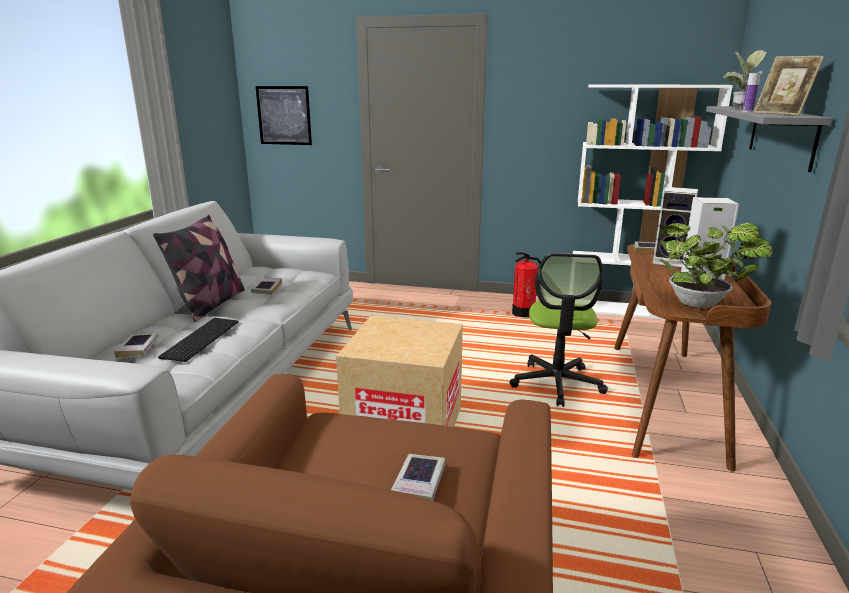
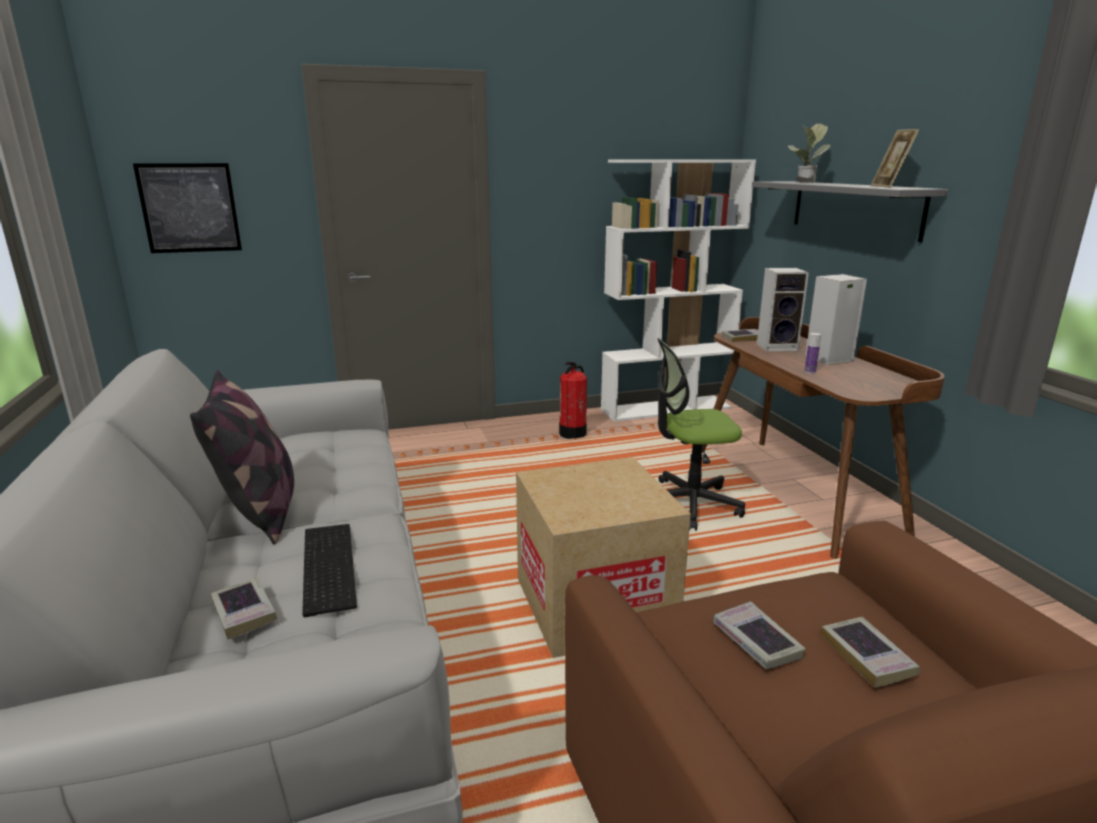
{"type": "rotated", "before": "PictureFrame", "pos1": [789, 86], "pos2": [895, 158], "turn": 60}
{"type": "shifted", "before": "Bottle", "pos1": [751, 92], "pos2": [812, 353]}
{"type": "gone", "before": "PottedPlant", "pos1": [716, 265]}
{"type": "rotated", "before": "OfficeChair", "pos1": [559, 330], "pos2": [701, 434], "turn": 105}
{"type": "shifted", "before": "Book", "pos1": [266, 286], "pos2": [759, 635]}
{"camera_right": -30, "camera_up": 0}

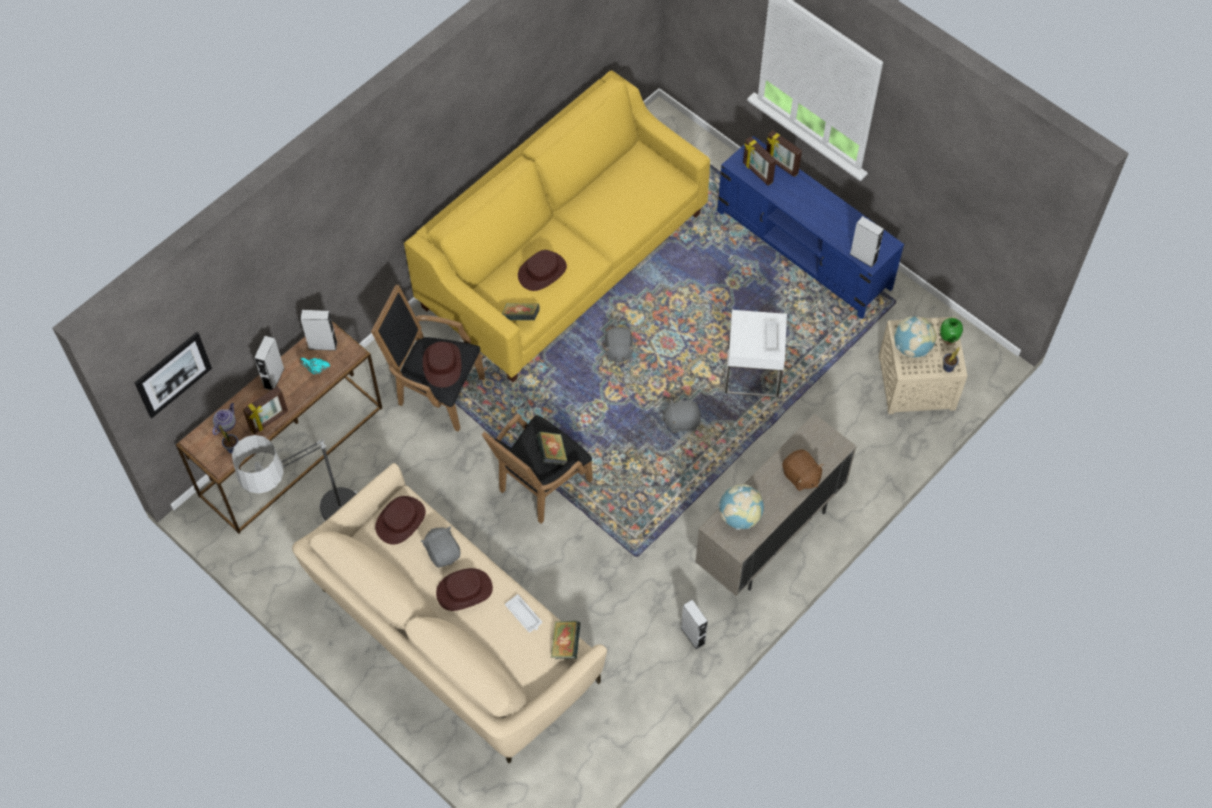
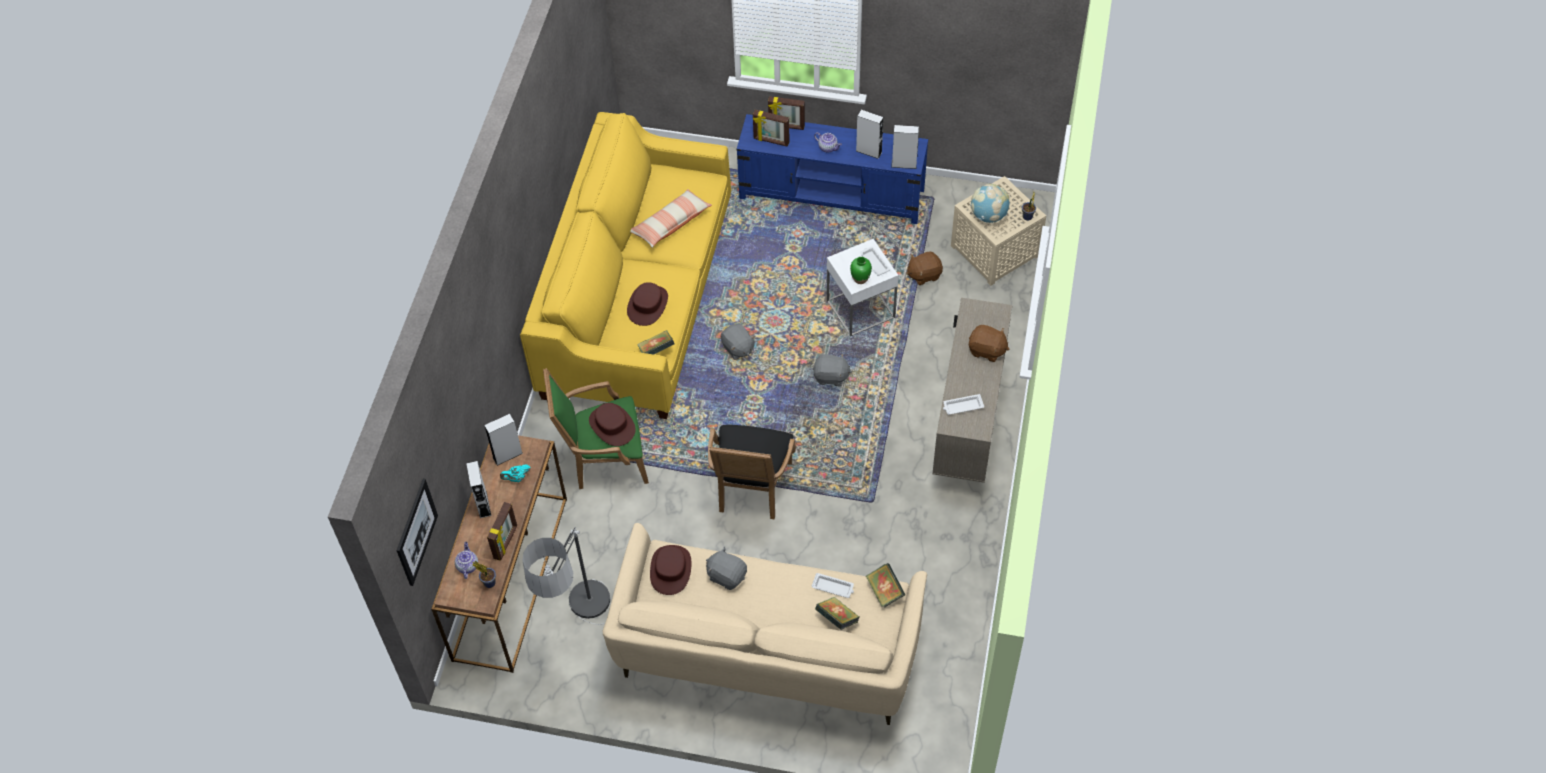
{"type": "repainted", "before": "BlackArmchair", "after": "GreenArmchair", "pos1": [428, 358], "pos2": [596, 428]}
{"type": "shifted", "before": "GreenVase", "pos1": [951, 331], "pos2": [861, 270]}
{"type": "rotated", "before": "GreyPlushToy", "pos1": [681, 416], "pos2": [832, 370], "turn": -135}
{"type": "shifted", "before": "Book", "pos1": [551, 448], "pos2": [837, 613]}
{"type": "swapped", "before": "Globe", "after": "WhiteTray", "pos1": [741, 507], "pos2": [963, 404]}
{"type": "gone", "before": "BrownHat", "pos1": [464, 589]}
{"type": "shifted", "before": "GreySpeaker", "pos1": [694, 624], "pos2": [869, 134]}
{"type": "new", "after": "Teapot", "pos2": [828, 142]}
{"type": "new", "after": "Pillow", "pos2": [671, 218]}
{"type": "new", "after": "BrownPlushToy", "pos2": [924, 268]}
{"camera_right": -30, "camera_up": -5}

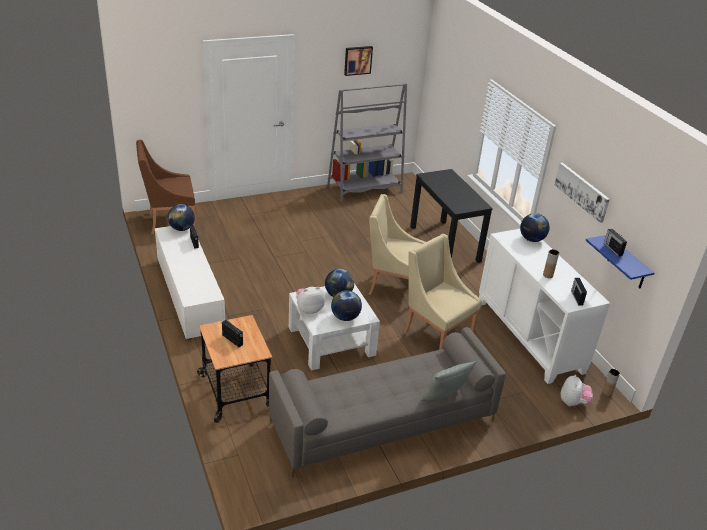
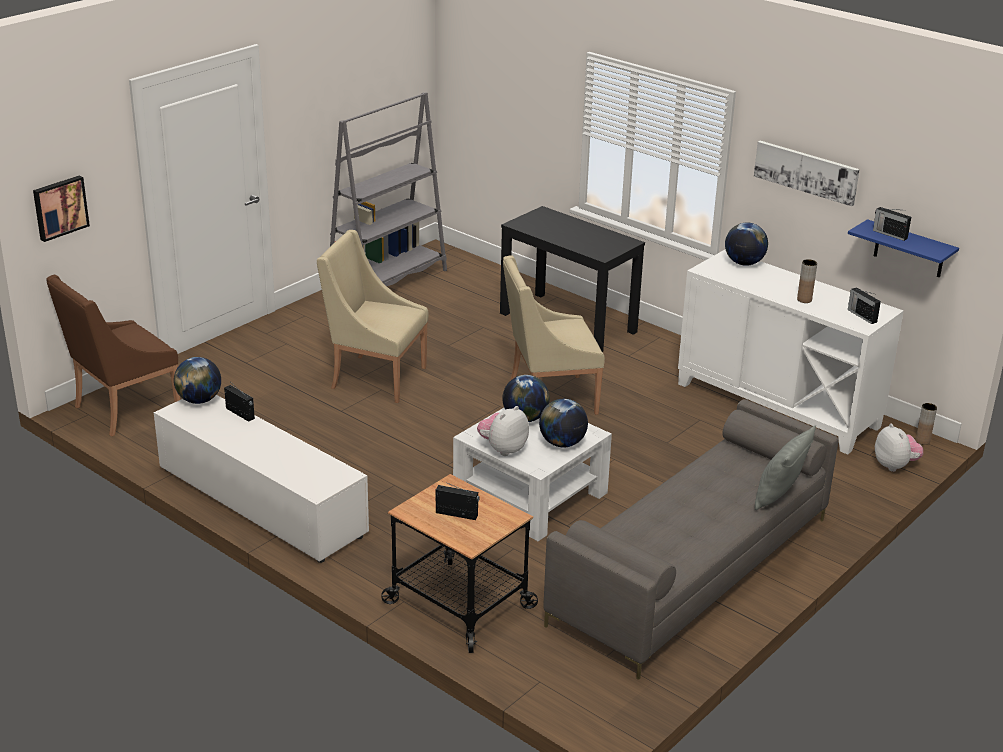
{"type": "shifted", "before": "Picture", "pos1": [358, 61], "pos2": [61, 209]}
{"type": "shifted", "before": "BeigeArmchair", "pos1": [442, 292], "pos2": [372, 316]}
{"camera_right": -25, "camera_up": -5}

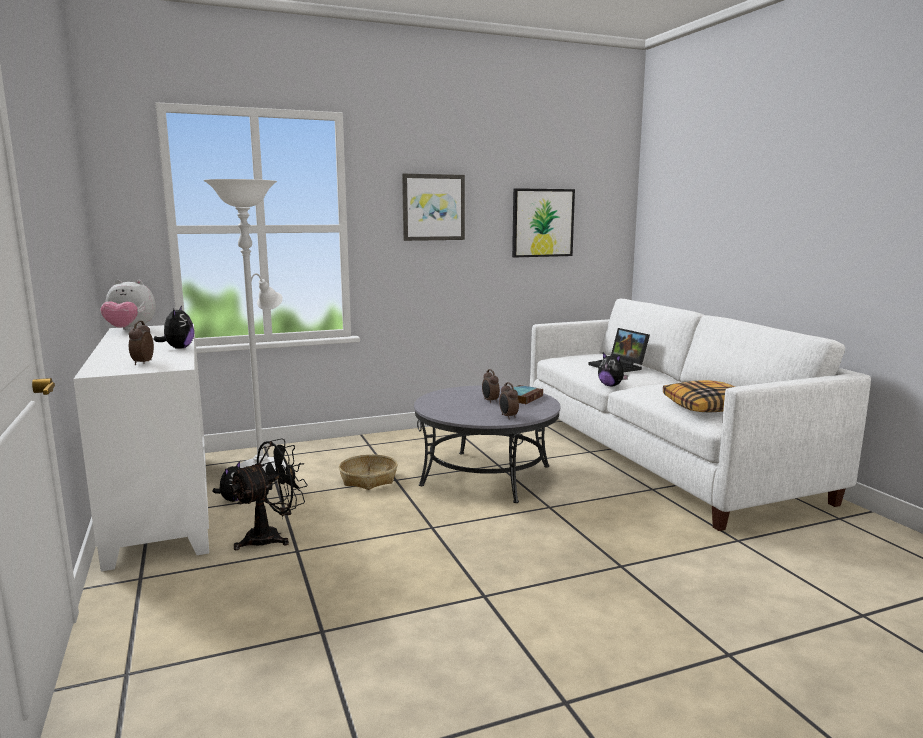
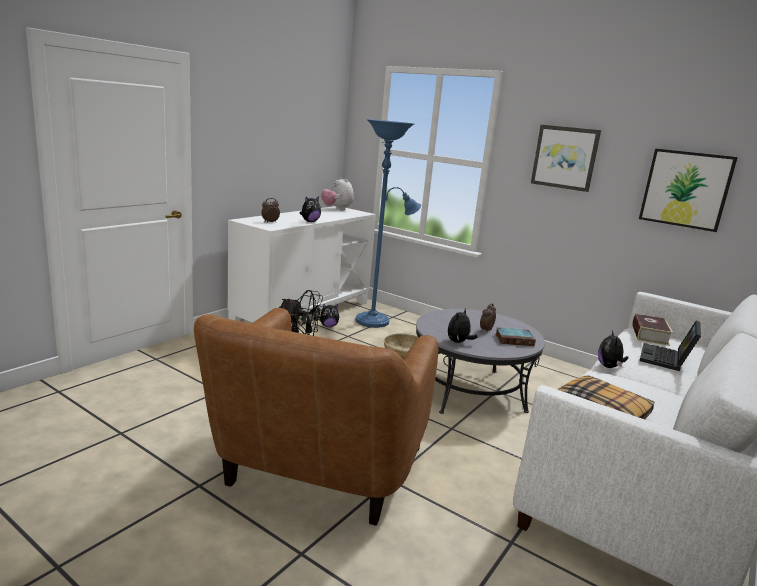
{"type": "repainted", "before": "WhiteFloorLamp", "after": "BlueFloorLamp", "pos1": [244, 325], "pos2": [388, 223]}
{"type": "swapped", "before": "AlarmClock", "after": "PlushToy", "pos1": [509, 400], "pos2": [463, 326]}
{"type": "new", "after": "BrownArmchair", "pos2": [316, 416]}
{"type": "new", "after": "Book", "pos2": [652, 329]}
{"camera_right": 55, "camera_up": 5}

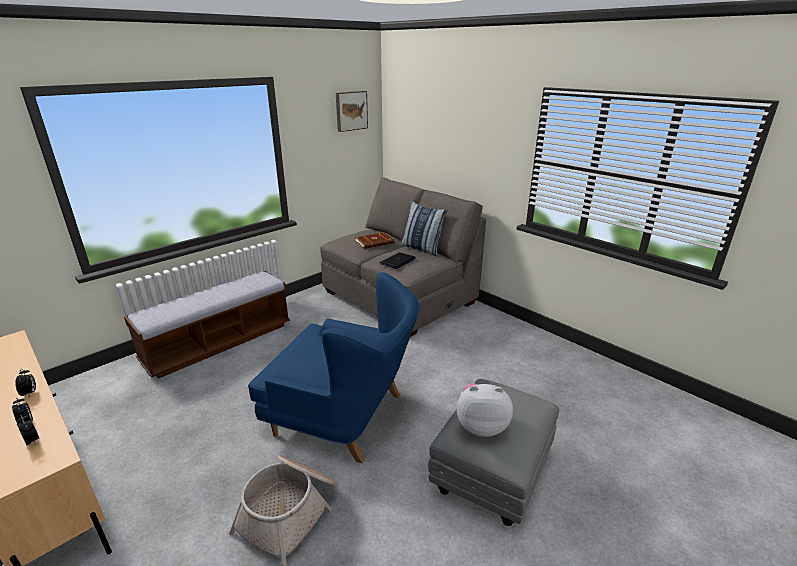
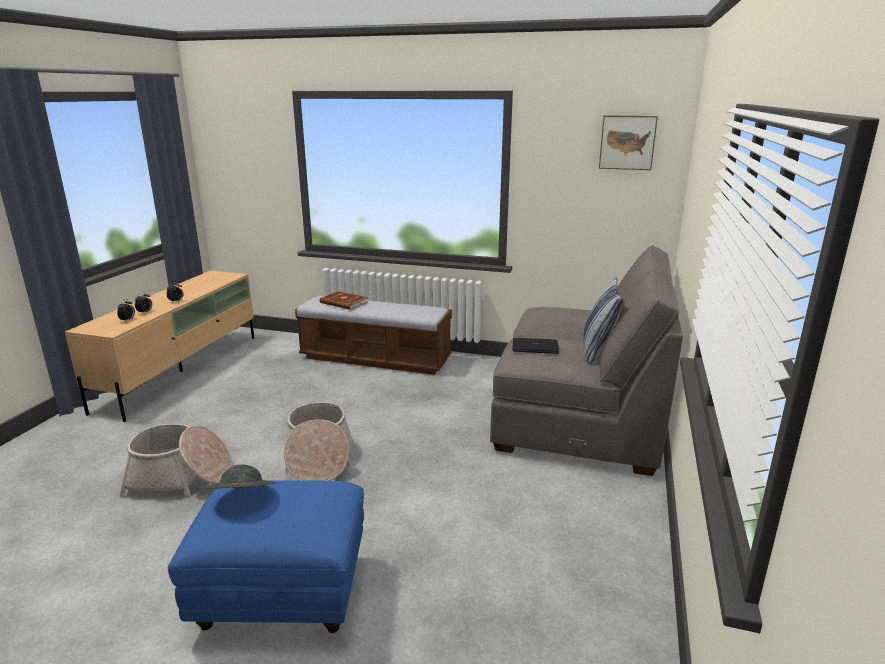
{"type": "shifted", "before": "BrownBook", "pos1": [374, 240], "pos2": [344, 300]}
{"type": "swapped", "before": "BlueArmchair", "after": "Basket", "pos1": [333, 368], "pos2": [318, 441]}
{"type": "repainted", "before": "GreyOttoman", "after": "BlueOttoman", "pos1": [493, 452], "pos2": [266, 556]}
{"type": "swapped", "before": "PlushToy", "after": "GreyHat", "pos1": [485, 410], "pos2": [240, 476]}
{"camera_right": 60, "camera_up": -5}

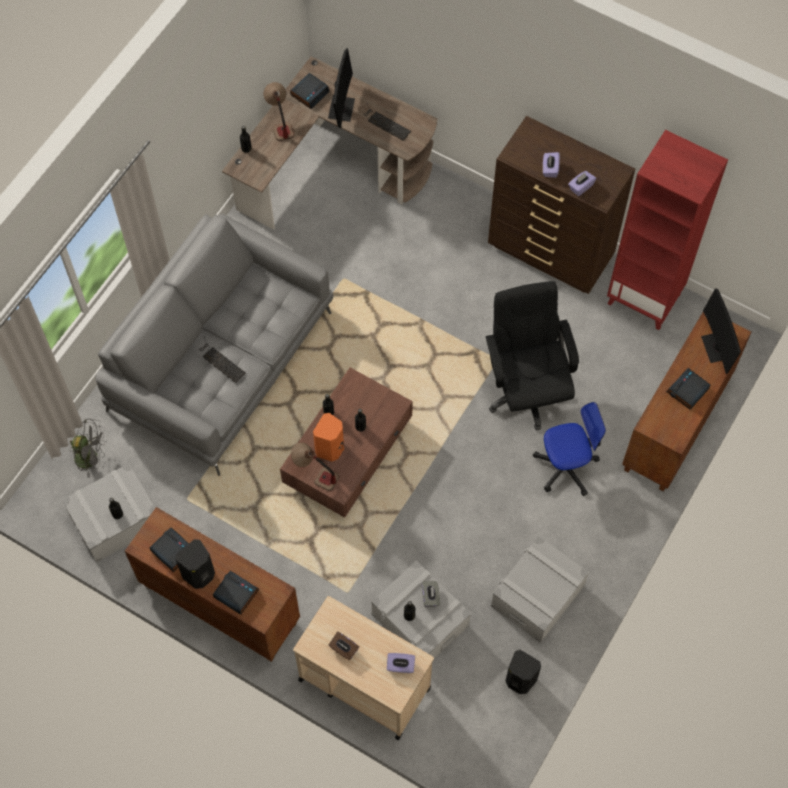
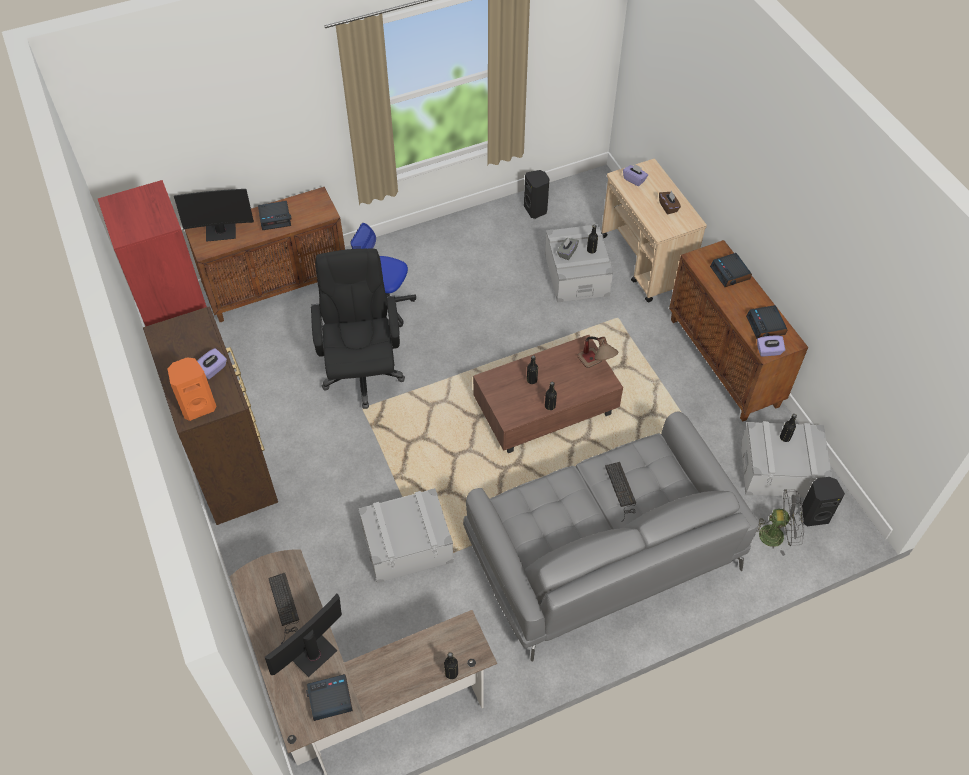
{"type": "gone", "before": "TableLamp", "pos1": [279, 111]}
{"type": "shifted", "before": "PurpleTissueBox", "pos1": [582, 183], "pos2": [771, 346]}
{"type": "rotated", "before": "BlackOfficeChair", "pos1": [532, 355], "pos2": [358, 328], "turn": 150}
{"type": "rotated", "before": "Monitor", "pos1": [721, 331], "pos2": [214, 215], "turn": 60}
{"type": "shifted", "before": "OrangeSpeaker", "pos1": [328, 437], "pos2": [192, 389]}
{"type": "rotated", "before": "GreyFan", "pos1": [88, 448], "pos2": [780, 522], "turn": 135}
{"type": "shifted", "before": "GreyStorageBox", "pos1": [540, 589], "pos2": [406, 535]}
{"type": "shifted", "before": "BlackSpeaker", "pos1": [195, 564], "pos2": [822, 501]}
{"camera_right": -145, "camera_up": -10}

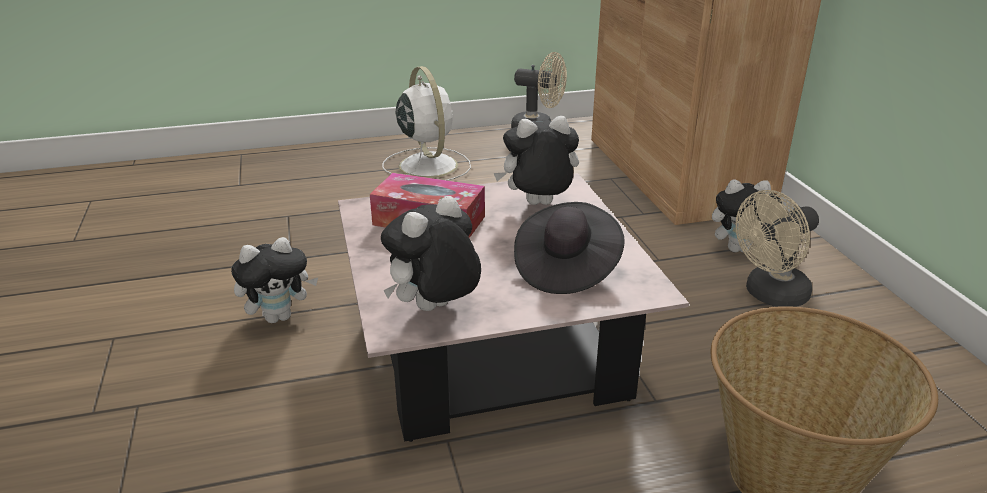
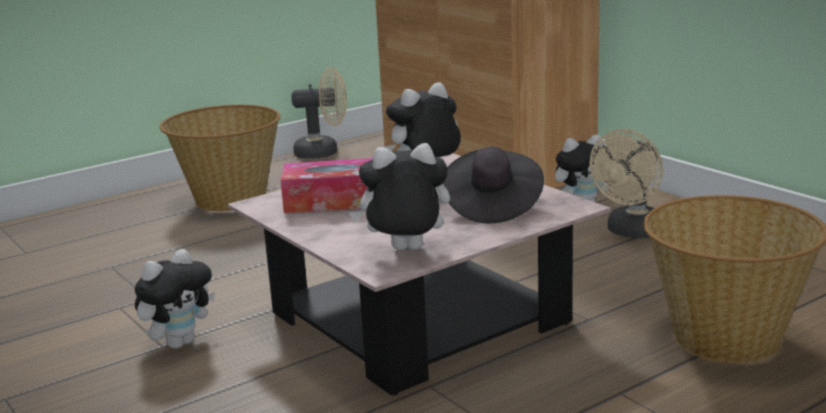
{"type": "swapped", "before": "WhiteFan", "after": "Basket", "pos1": [426, 123], "pos2": [220, 158]}
{"type": "rotated", "before": "PlushToy", "pos1": [431, 253], "pos2": [399, 197], "turn": 60}
{"camera_right": -20, "camera_up": -10}

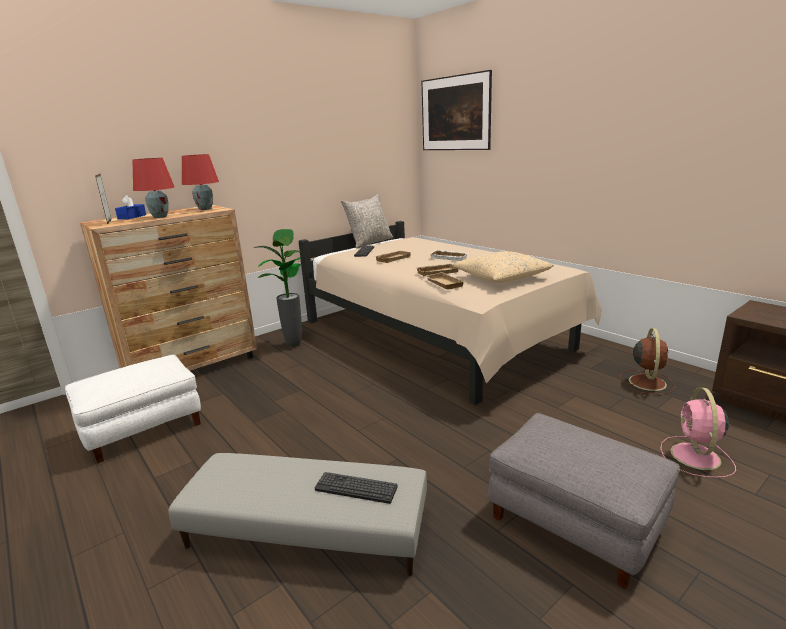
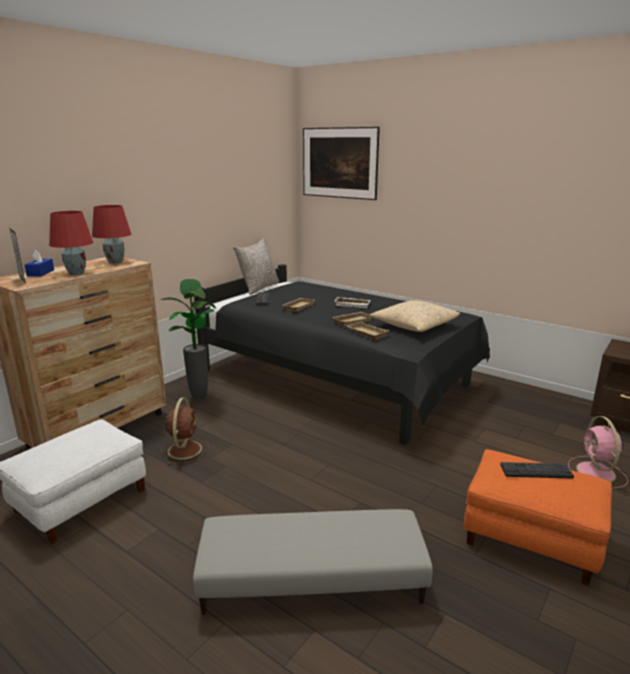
{"type": "repainted", "before": "BeigeBed", "after": "BlackBed", "pos1": [450, 313], "pos2": [342, 354]}
{"type": "shifted", "before": "BrownFan", "pos1": [647, 361], "pos2": [185, 431]}
{"type": "repainted", "before": "GreyOttoman", "after": "OrangeOttoman", "pos1": [584, 501], "pos2": [538, 517]}
{"type": "shifted", "before": "Keyboard", "pos1": [356, 488], "pos2": [537, 470]}
{"camera_right": -15, "camera_up": 0}

